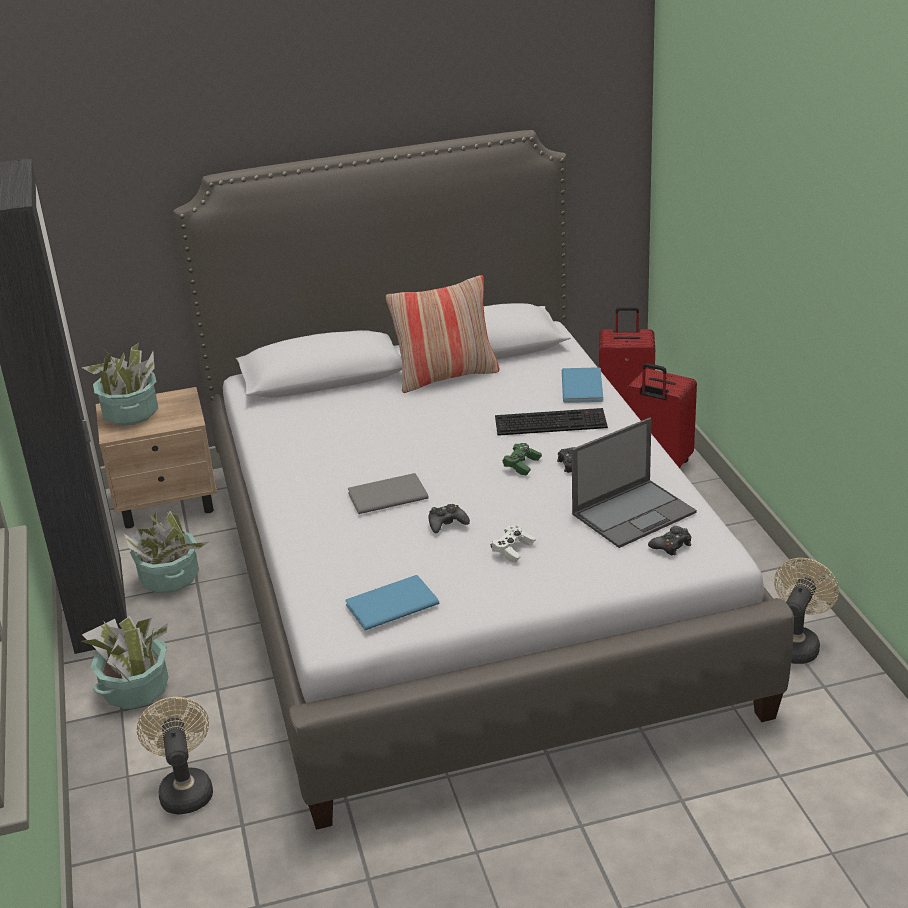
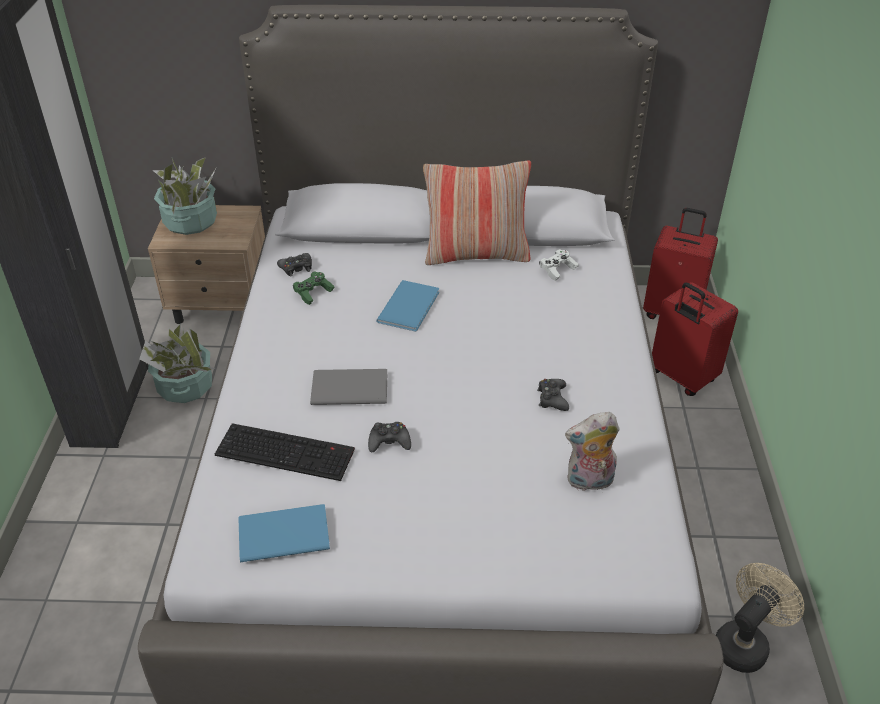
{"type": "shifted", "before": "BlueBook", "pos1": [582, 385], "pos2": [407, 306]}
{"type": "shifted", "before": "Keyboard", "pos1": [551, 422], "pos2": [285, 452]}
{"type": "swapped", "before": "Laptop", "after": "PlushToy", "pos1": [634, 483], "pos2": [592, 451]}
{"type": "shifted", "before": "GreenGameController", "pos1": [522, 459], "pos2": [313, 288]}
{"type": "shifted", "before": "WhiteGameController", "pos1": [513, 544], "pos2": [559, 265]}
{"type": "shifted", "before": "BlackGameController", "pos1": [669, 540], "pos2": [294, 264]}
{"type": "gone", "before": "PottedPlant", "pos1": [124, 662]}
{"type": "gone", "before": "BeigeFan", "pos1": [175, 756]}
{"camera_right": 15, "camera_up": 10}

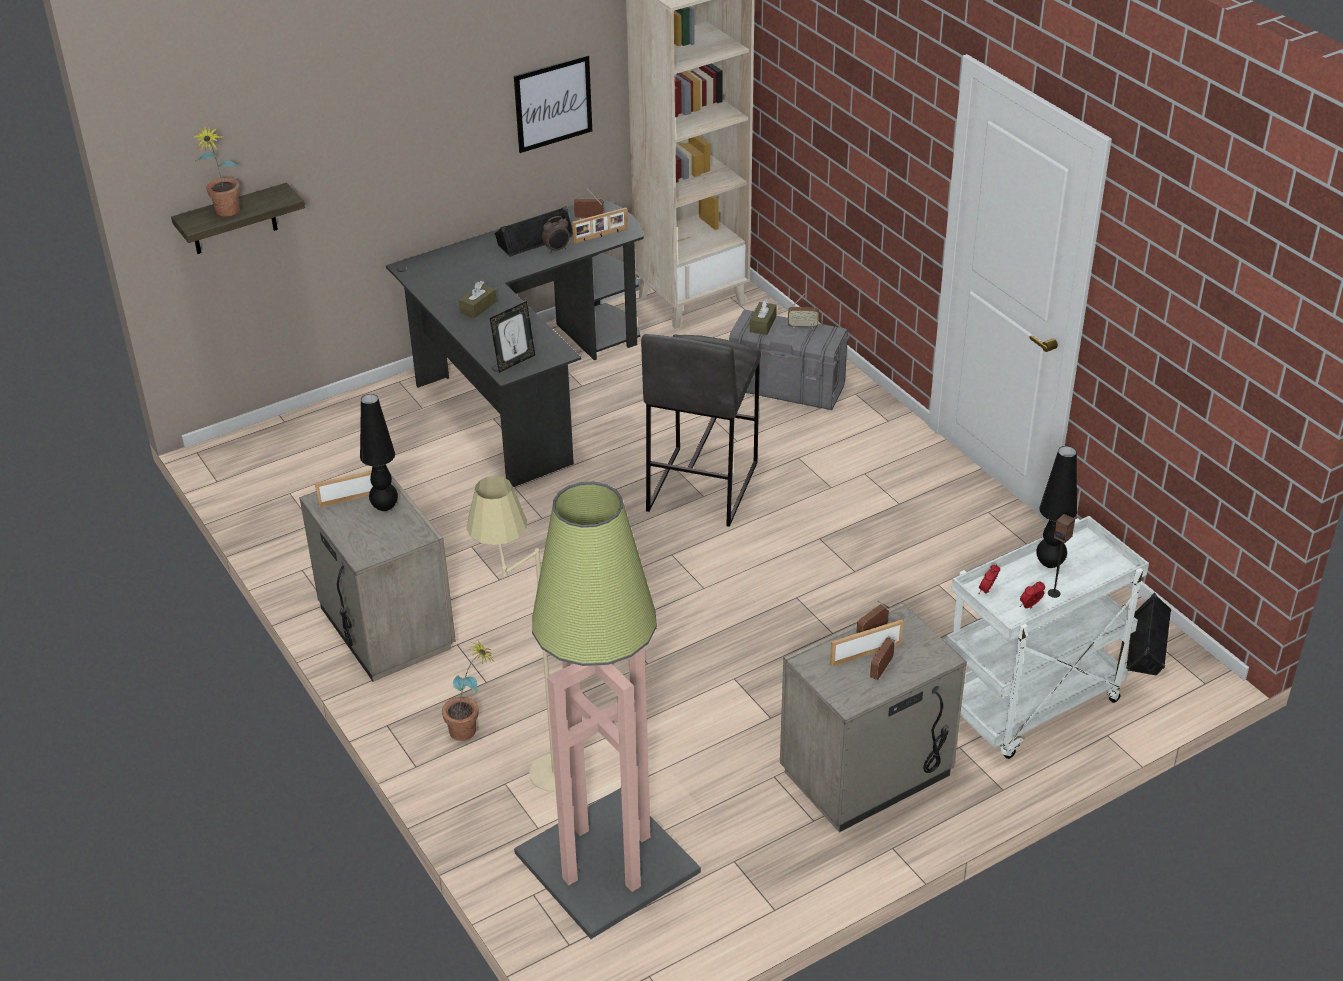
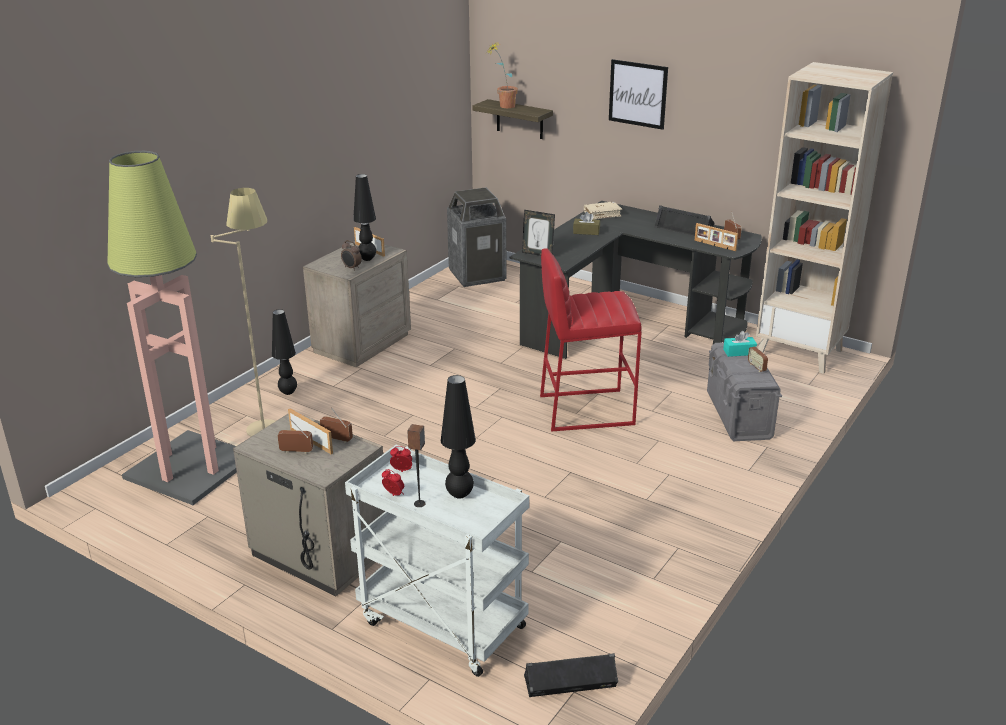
{"type": "shifted", "before": "Picture", "pos1": [553, 104], "pos2": [638, 94]}
{"type": "shifted", "before": "AlarmClock", "pos1": [556, 234], "pos2": [351, 255]}
{"type": "repainted", "before": "BrownTissueBox", "after": "TurquoiseTissueBox", "pos1": [763, 317], "pos2": [740, 344]}
{"type": "repainted", "before": "GreyStool", "after": "RedStool", "pos1": [701, 430], "pos2": [591, 340]}
{"type": "swapped", "before": "PottedPlant", "after": "BlackTableLamp", "pos1": [469, 691], "pos2": [284, 352]}
{"type": "new", "after": "TrashCan", "pos2": [476, 237]}
{"type": "new", "after": "BeigeBook", "pos2": [603, 210]}
{"camera_right": 65, "camera_up": -10}

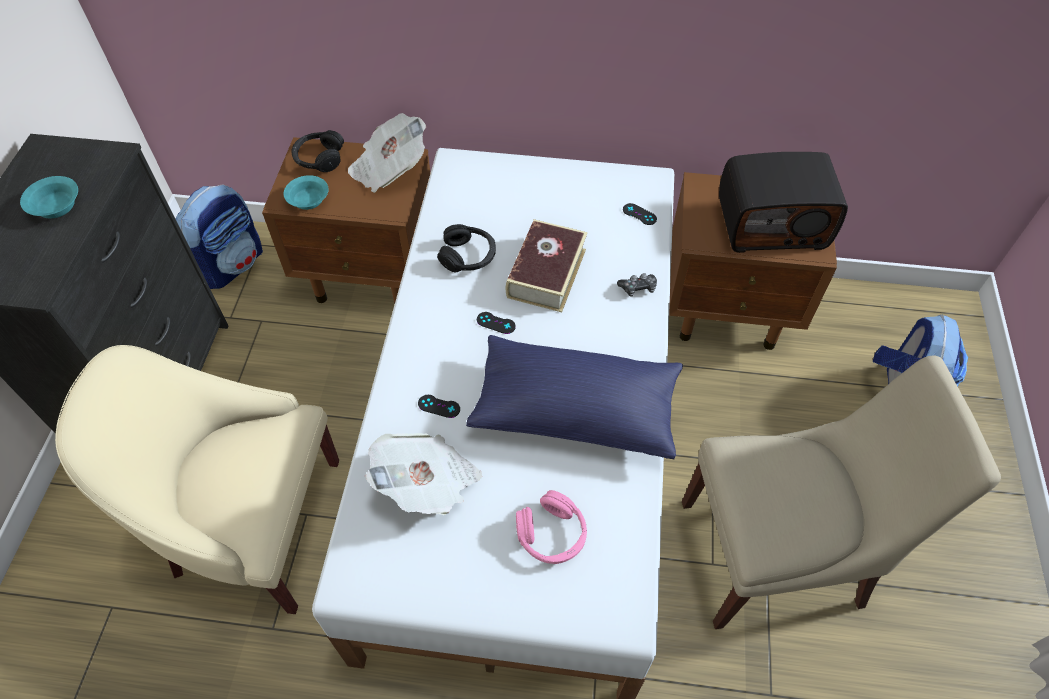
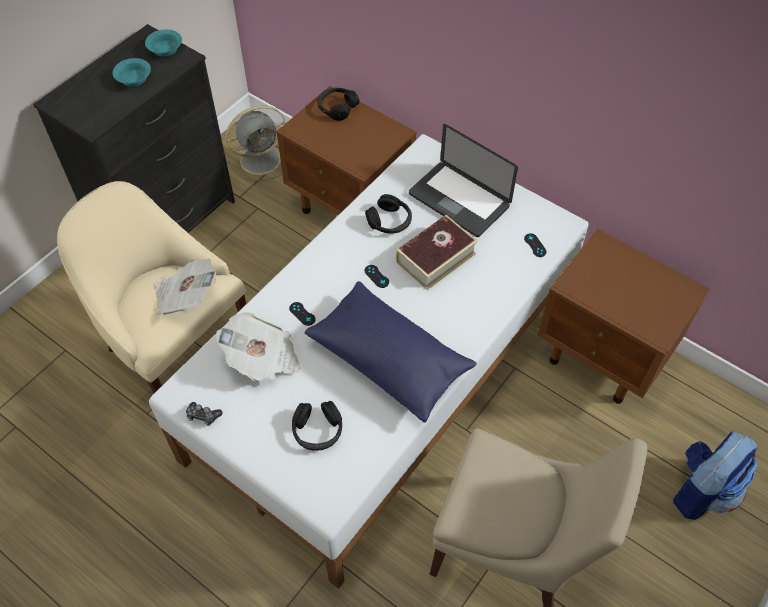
{"type": "shifted", "before": "Newspaper", "pos1": [387, 153], "pos2": [185, 287]}
{"type": "gone", "before": "Radio", "pos1": [783, 202]}
{"type": "shifted", "before": "TurquoiseBowl", "pos1": [306, 192], "pos2": [163, 43]}
{"type": "swapped", "before": "Backpack", "after": "GreyFan", "pos1": [219, 236], "pos2": [256, 143]}
{"type": "shifted", "before": "GameController", "pos1": [637, 285], "pos2": [204, 414]}
{"type": "repainted", "before": "PinkHeadphones", "after": "BlackHeadphones", "pos1": [551, 527], "pos2": [317, 426]}
{"type": "new", "after": "Laptop", "pos2": [463, 180]}
{"camera_right": 30, "camera_up": 0}

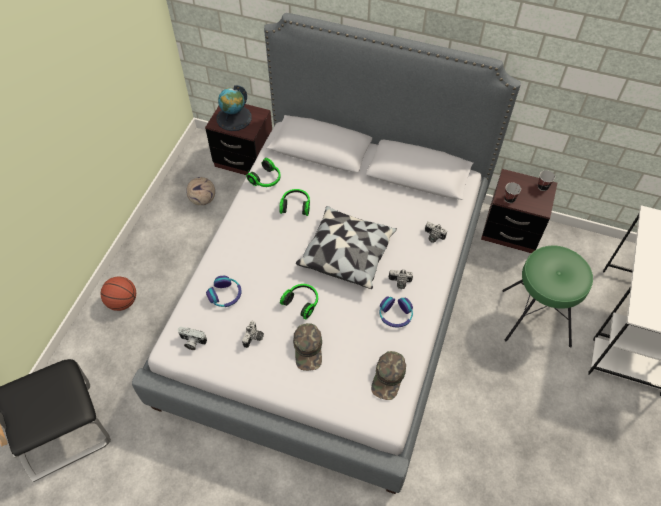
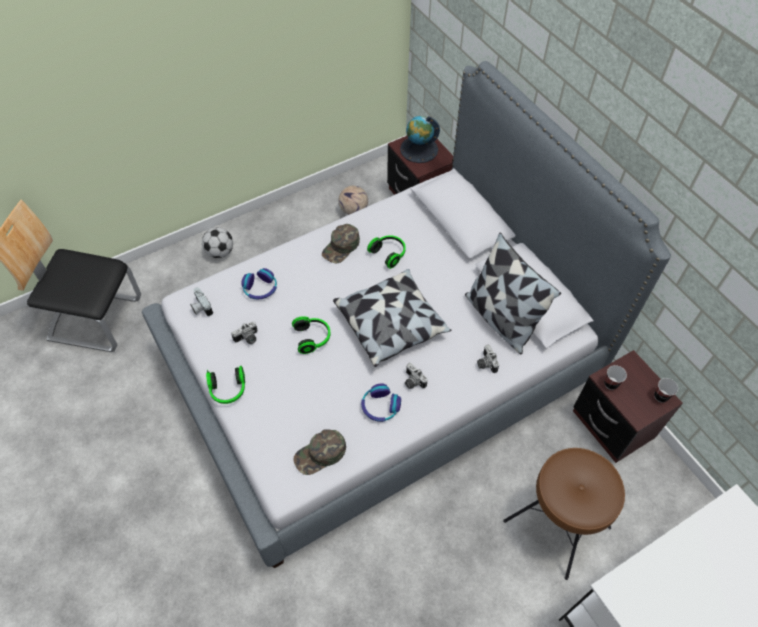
{"type": "shifted", "before": "Headphones", "pos1": [263, 172], "pos2": [225, 385]}
{"type": "repainted", "before": "GreenStool", "after": "BrownStool", "pos1": [547, 296], "pos2": [564, 514]}
{"type": "swapped", "before": "Basketball", "after": "Football", "pos1": [118, 293], "pos2": [217, 242]}
{"type": "shifted", "before": "GreenCap", "pos1": [307, 347], "pos2": [341, 244]}
{"type": "new", "after": "Pillow", "pos2": [513, 293]}
{"camera_right": 40, "camera_up": 0}

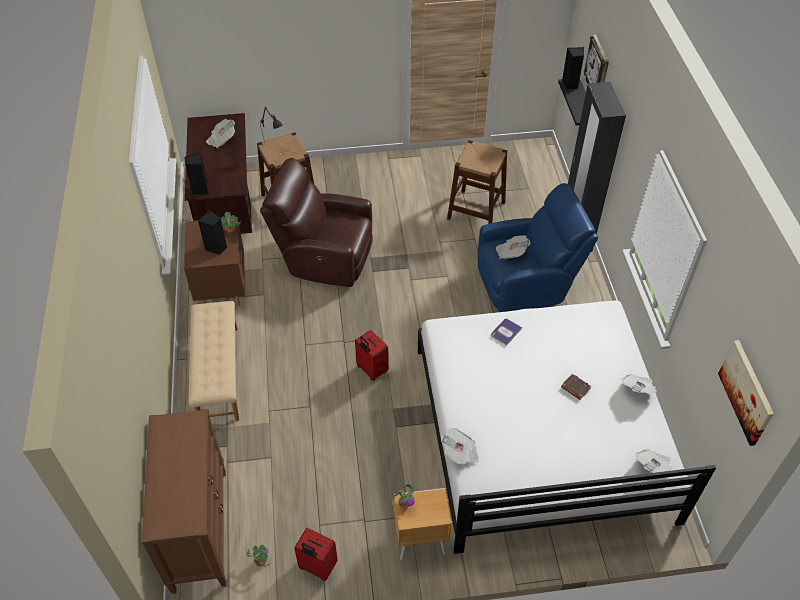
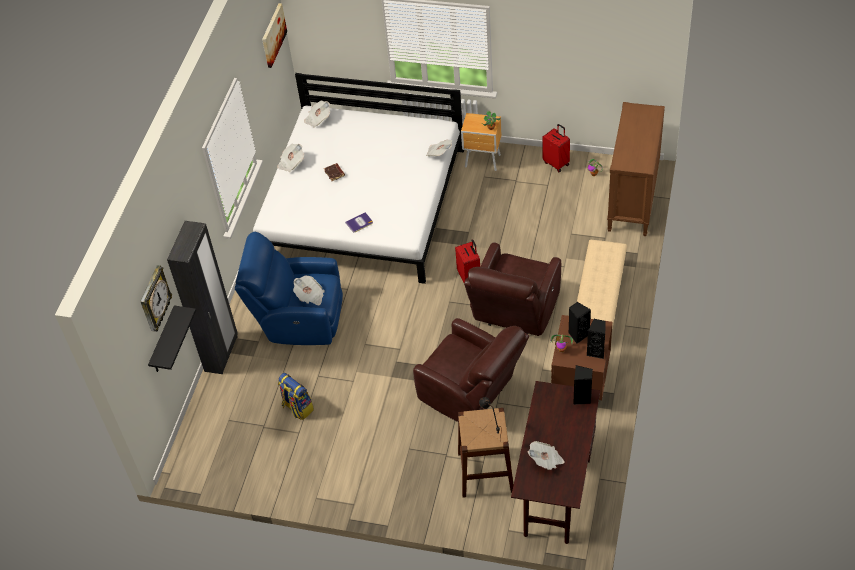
{"type": "shifted", "before": "BlackSpeaker", "pos1": [573, 68], "pos2": [596, 339]}
{"type": "swapped", "before": "BrownStool", "after": "Backpack", "pos1": [477, 182], "pos2": [296, 396]}
{"type": "new", "after": "BrownArmchair", "pos2": [512, 289]}
{"camera_right": -155, "camera_up": 0}

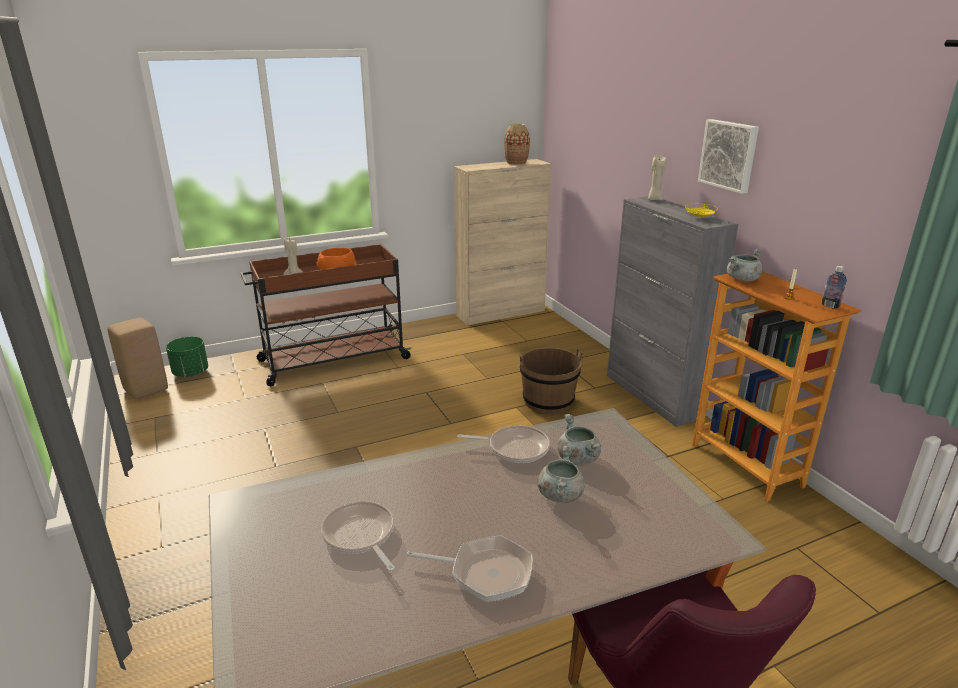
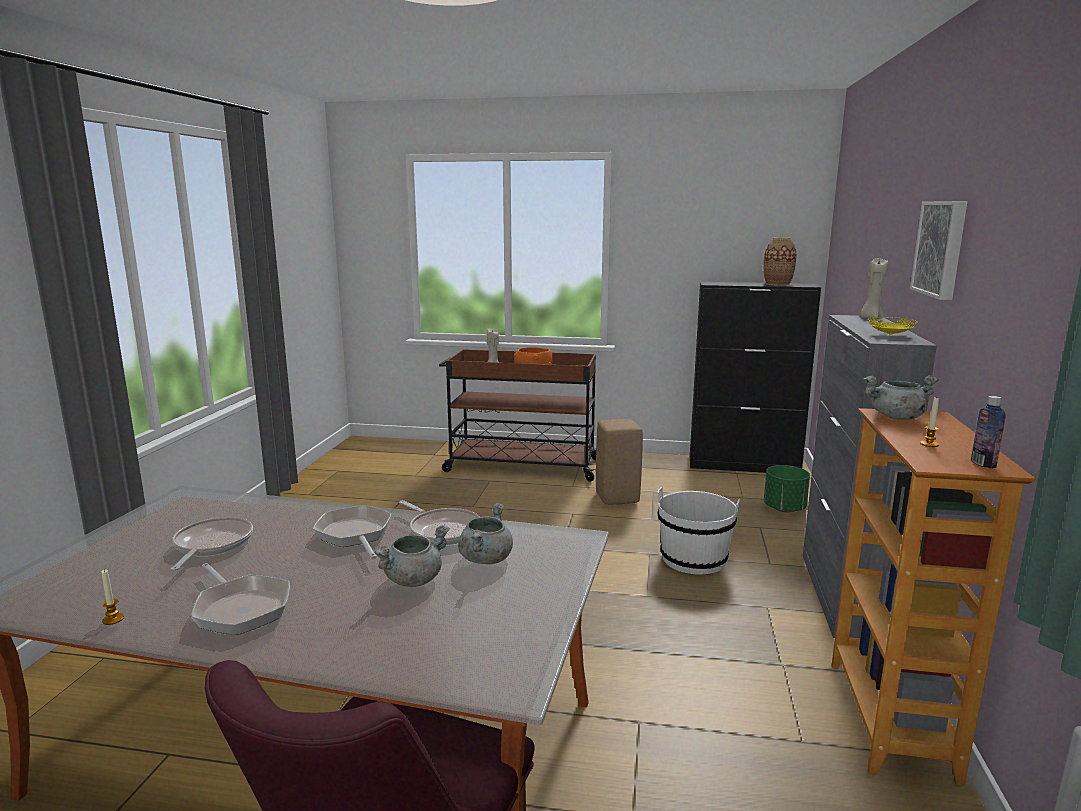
{"type": "repainted", "before": "BeigeCabinet", "after": "BlackCabinet", "pos1": [502, 242], "pos2": [755, 377]}
{"type": "shifted", "before": "BeigeStool", "pos1": [138, 358], "pos2": [619, 462]}
{"type": "shifted", "before": "GreenPlanter", "pos1": [187, 356], "pos2": [787, 489]}
{"type": "repainted", "before": "BrownBucket", "after": "WhiteBucket", "pos1": [550, 381], "pos2": [698, 531]}
{"type": "new", "after": "FryingPan", "pos2": [352, 532]}
{"type": "new", "after": "Candle", "pos2": [112, 597]}
{"camera_right": 35, "camera_up": -10}

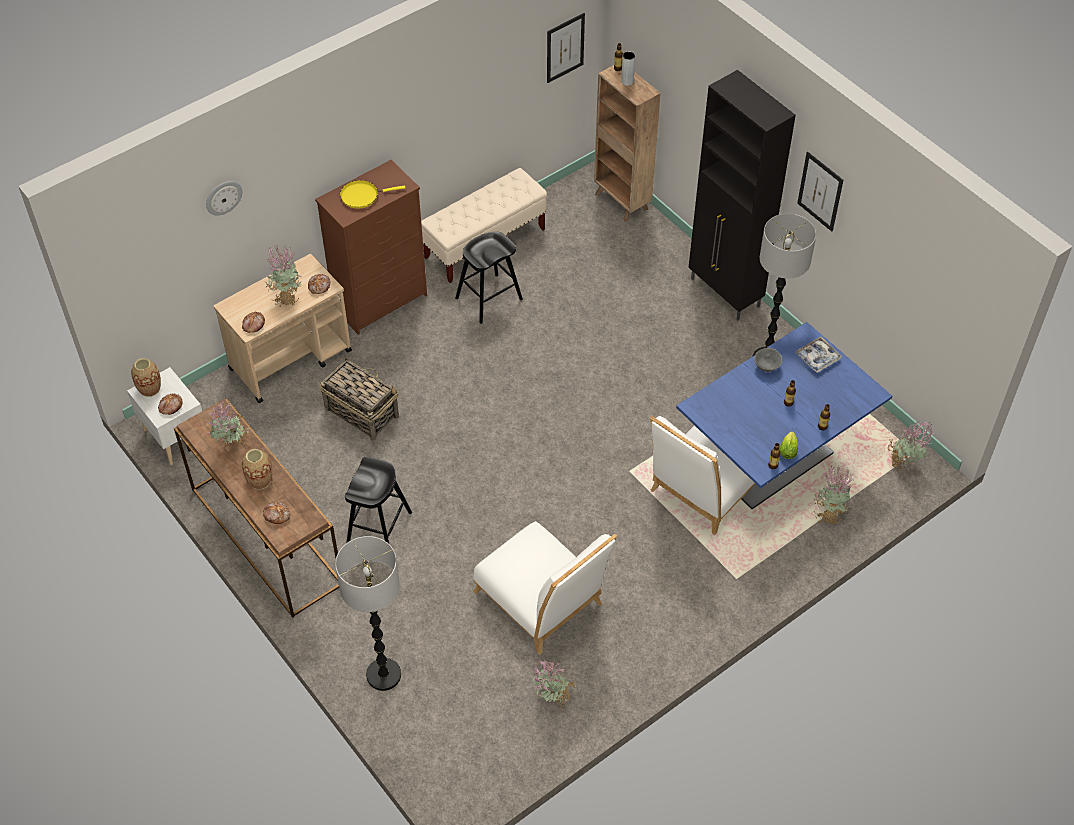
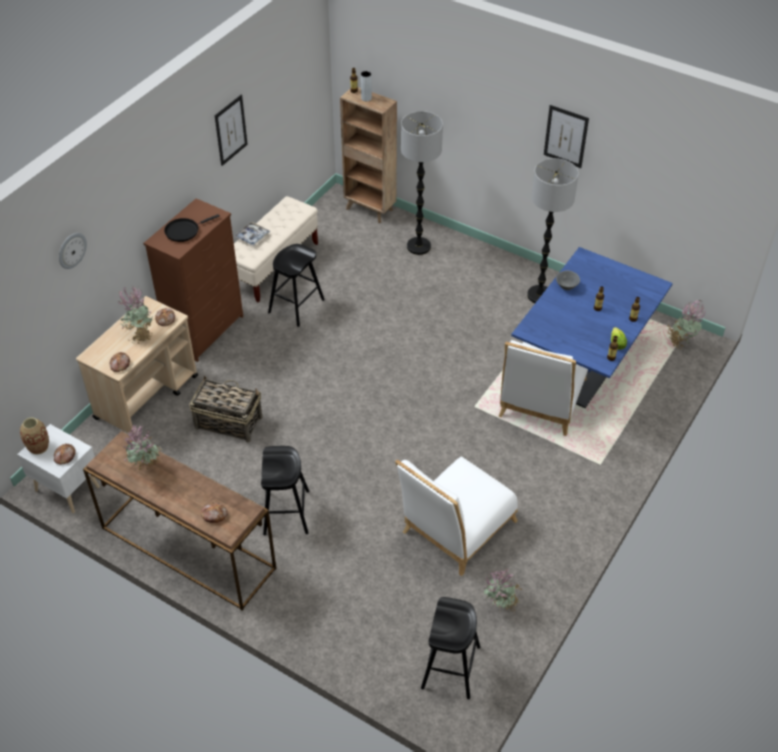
{"type": "shifted", "before": "Picture", "pos1": [566, 48], "pos2": [231, 130]}
{"type": "gone", "before": "BlackCabinet", "pos1": [742, 195]}
{"type": "repainted", "before": "YellowFryingPan", "after": "BlackFryingPan", "pos1": [372, 194], "pos2": [192, 228]}
{"type": "shifted", "before": "Tray", "pos1": [818, 354], "pos2": [252, 234]}
{"type": "gone", "before": "Vase", "pos1": [257, 469]}
{"type": "gone", "before": "PottedPlant", "pos1": [834, 495]}
{"type": "rotated", "before": "WhiteChair", "pos1": [545, 588], "pos2": [456, 516], "turn": 105}
{"type": "shifted", "before": "FloorLamp", "pos1": [368, 613], "pos2": [422, 183]}
{"type": "new", "after": "BlackStool", "pos2": [450, 648]}
{"camera_right": -20, "camera_up": -5}

